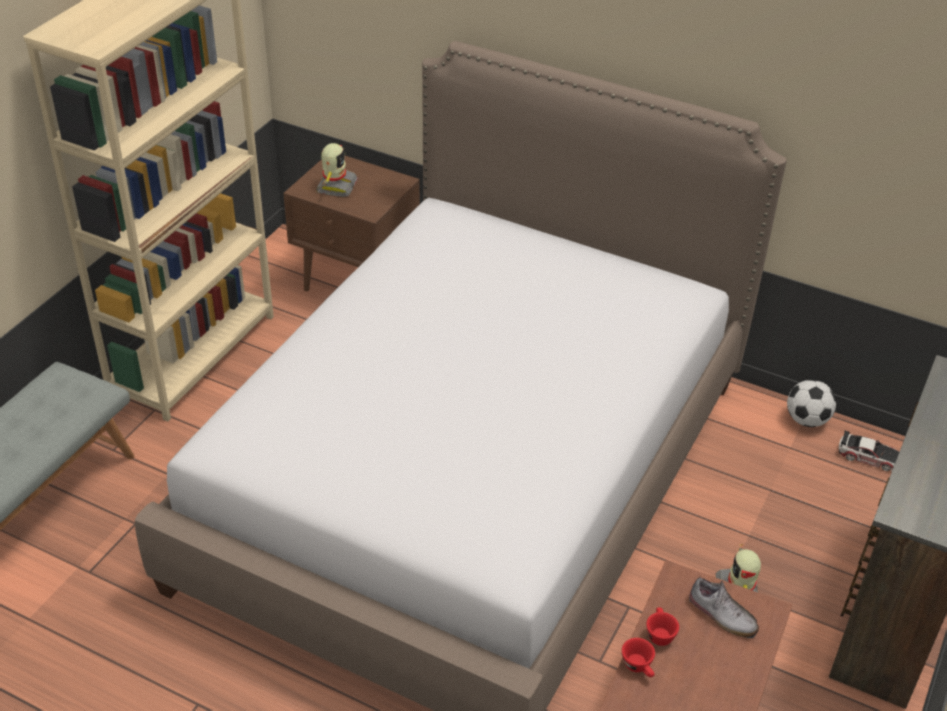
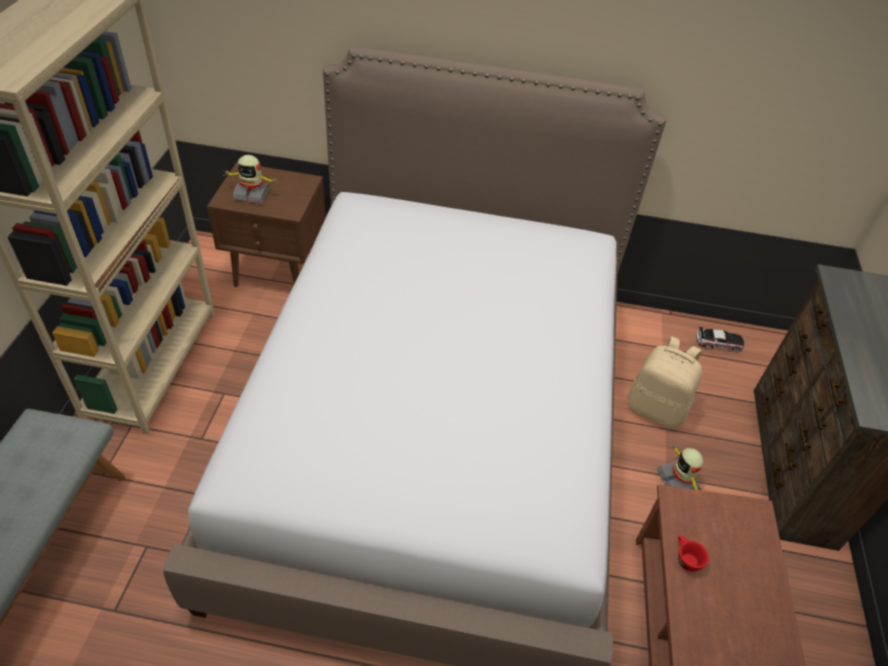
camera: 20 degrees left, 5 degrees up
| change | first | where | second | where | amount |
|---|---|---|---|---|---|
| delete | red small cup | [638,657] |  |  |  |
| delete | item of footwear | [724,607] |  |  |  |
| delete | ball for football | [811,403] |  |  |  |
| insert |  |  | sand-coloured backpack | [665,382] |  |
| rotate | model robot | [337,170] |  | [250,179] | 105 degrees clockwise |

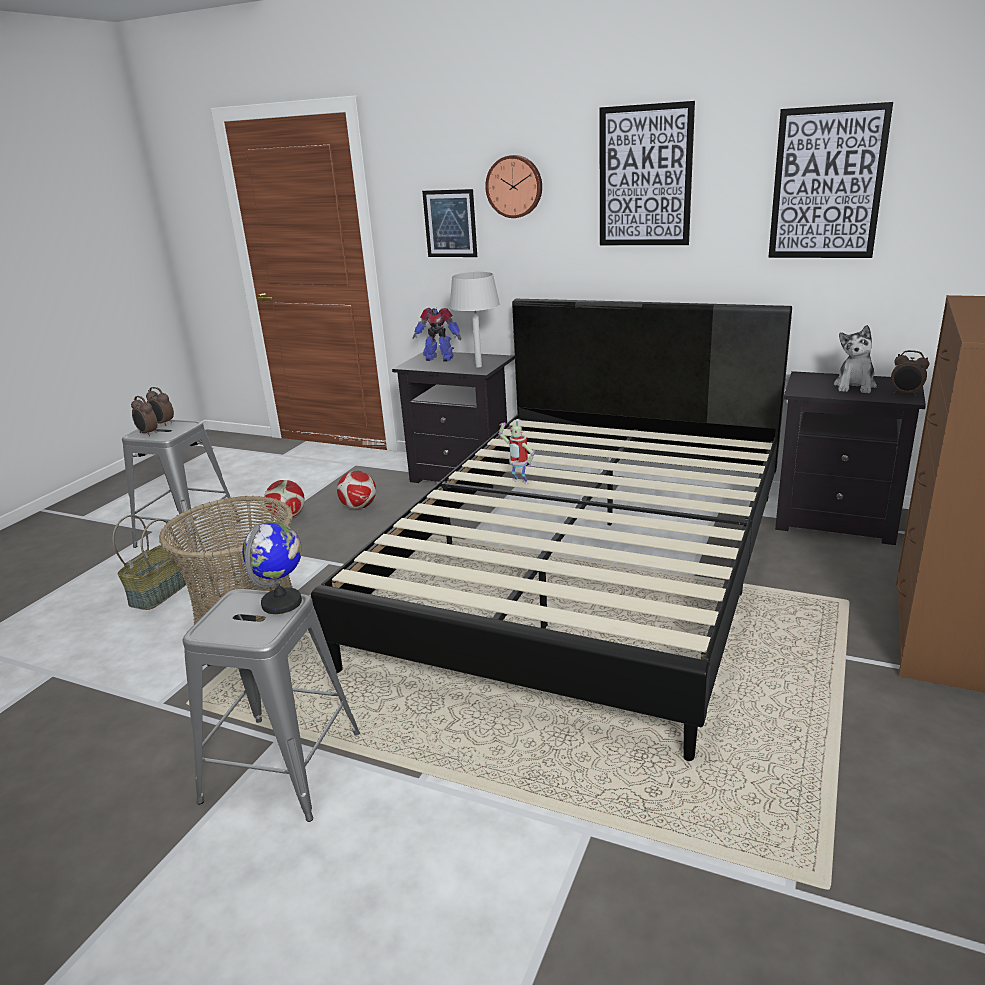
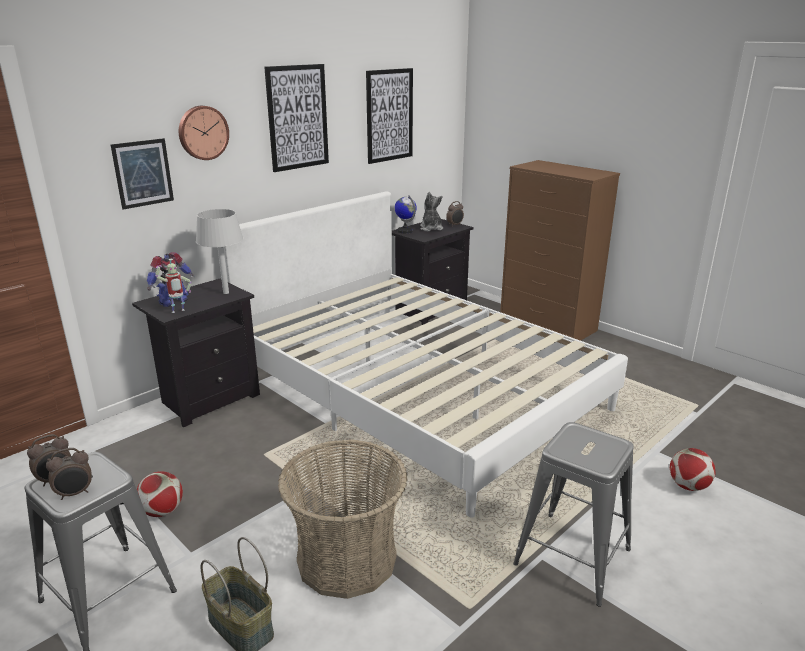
camera: 70 degrees left, 0 degrees up
| change | first | where | second | where | amount |
|---|---|---|---|---|---|
| move | desk globe | [272,568] |  | [406,215] |  |
| move | ball for football | [356,490] |  | [692,469] |  |
| move | model robot | [516,451] |  | [173,286] |  |
| recolor | black-coloured bedroom bed | [551,530] | white-coloured bedroom bed | [426,354] |  |
| rotate | plush toy | [855,359] |  | [431,211] | 150 degrees counterclockwise |

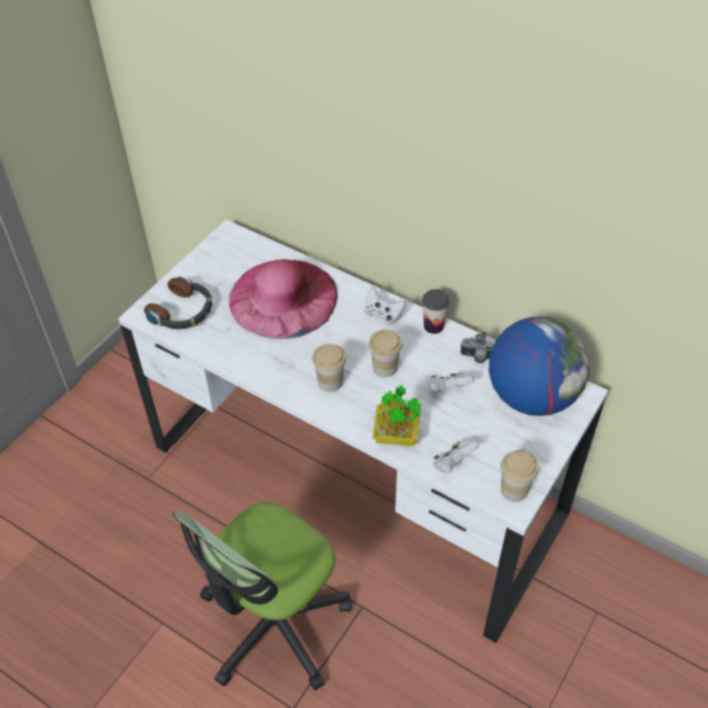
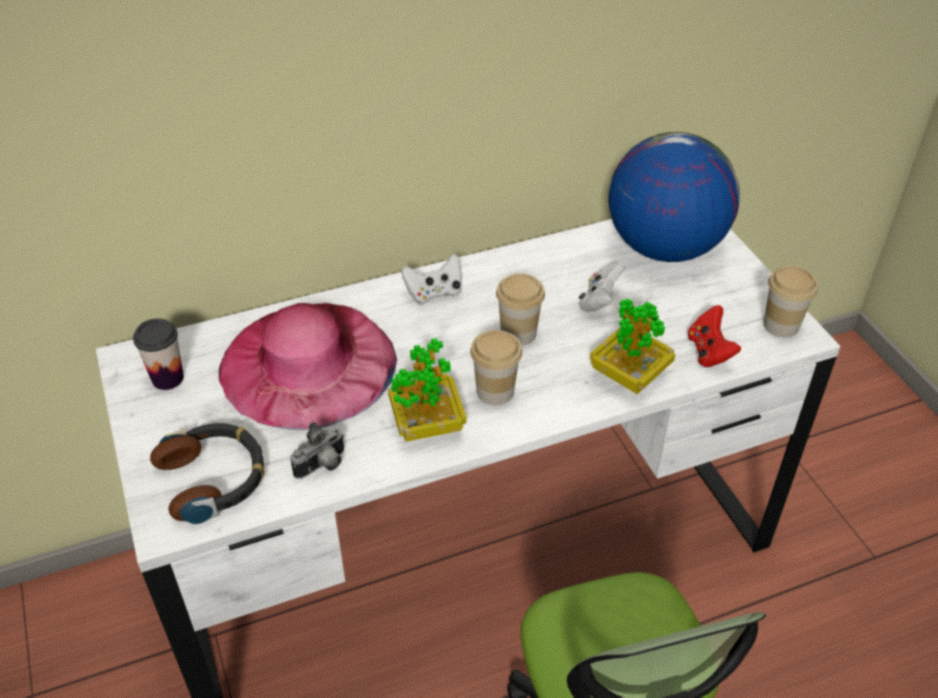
camera: 55 degrees left, 5 degrees down
| change | first | where | second | where | amount |
|---|---|---|---|---|---|
| insert |  |  | plant in a pot | [427,390] |  |
| move | small cup | [436,311] |  | [158,354] |  |
| move | still camera | [477,347] |  | [317,450] |  |
| recolor | white-coloured joypad | [456,456] | red joypad | [714,336] |  |

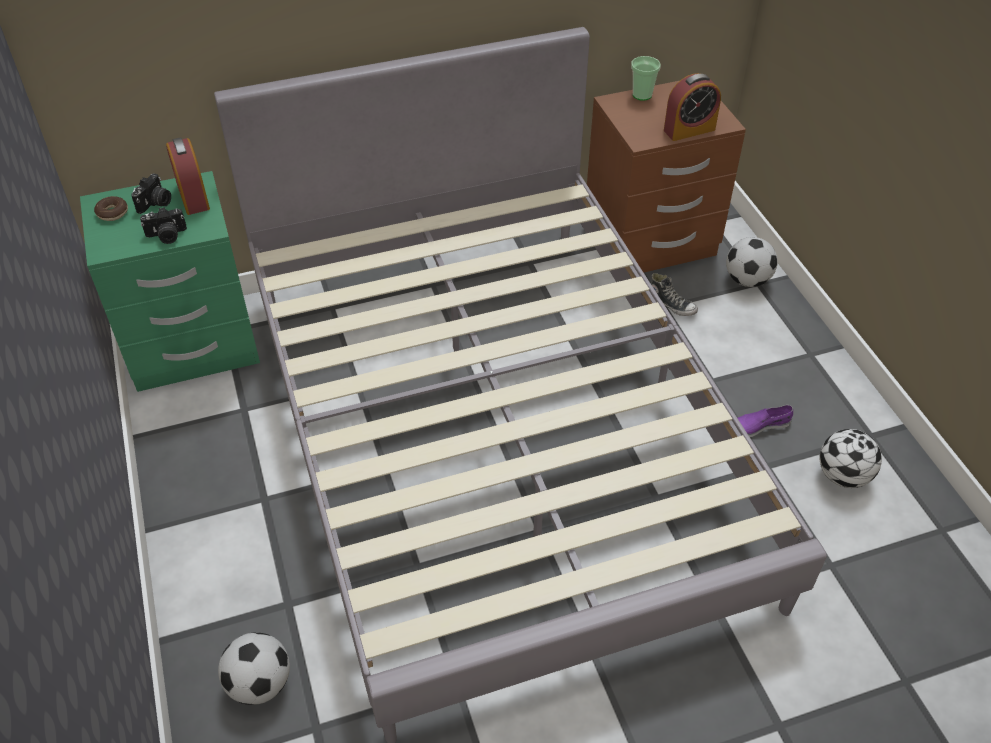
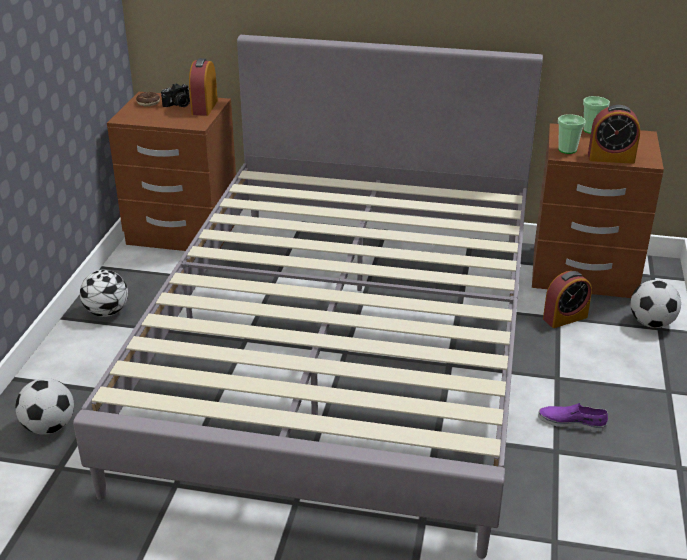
camera: 30 degrees right, 15 degrees down
| change | first | where | second | where | amount |
|---|---|---|---|---|---|
| delete | still camera | [163,225] |  |  |  |
| insert |  |  | small cup | [572,134] |  |
| move | ball for football | [851,458] |  | [104,293] |  |
| replace | item of footwear | [674,294] | bedside clock | [567,299] |  |
| recolor | green night table | [170,281] | brownish night table | [171,171] |  |

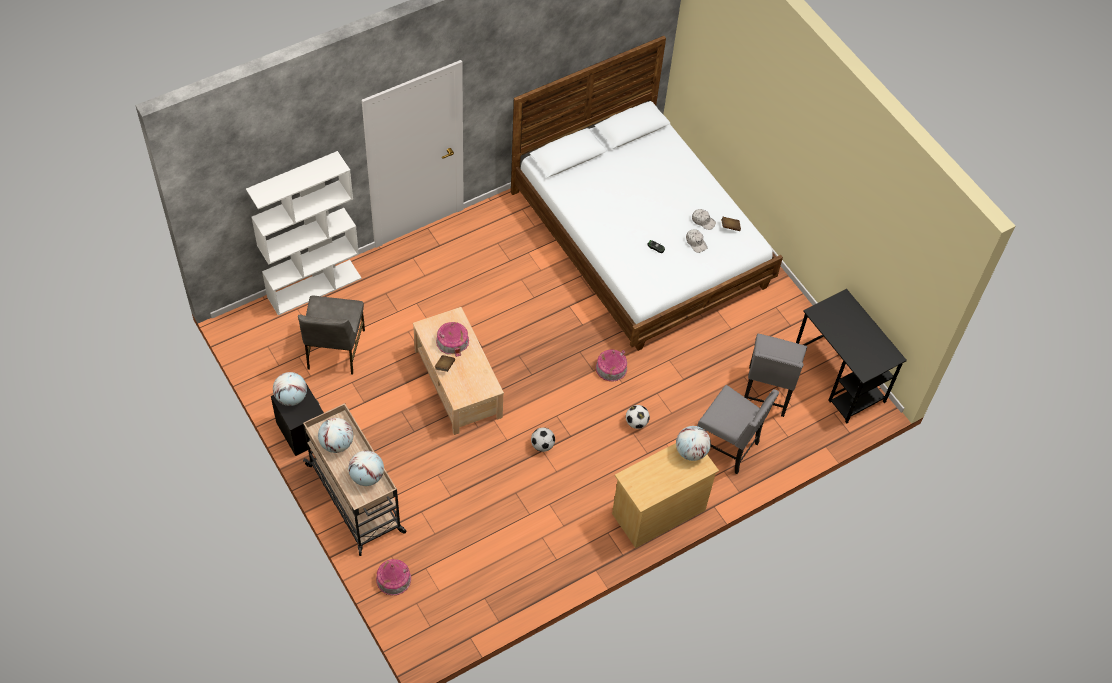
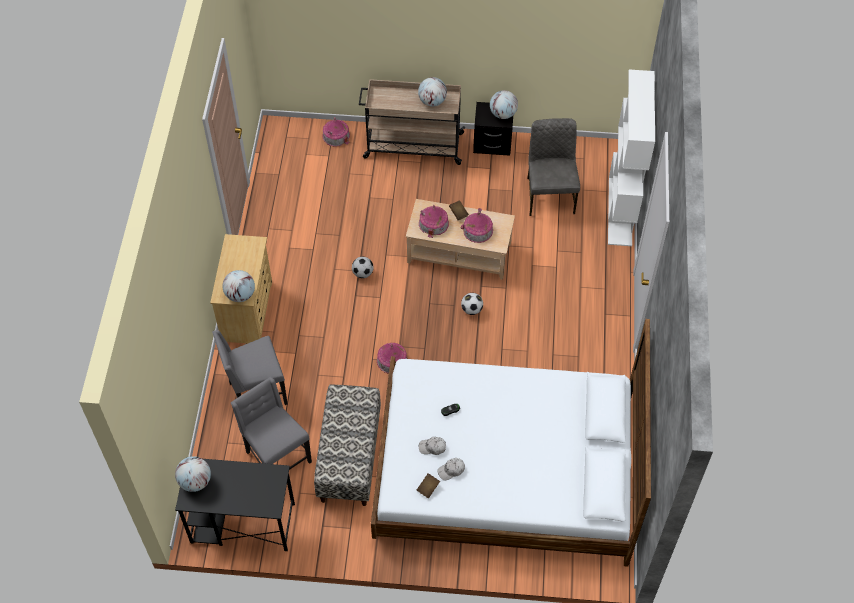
camera: 130 degrees right, 0 degrees up
| change | first | where | second | where | amount |
|---|---|---|---|---|---|
| insert |  |  | bench | [347,445] |  |
| insert |  |  | miniature house | [434,221] |  |
| move | desk globe | [366,468] |  | [193,474] |  |
| move | ball for football | [638,417] |  | [472,304] |  |
| rotate | grey chair | [331,335] |  | [553,167] | 45 degrees clockwise |

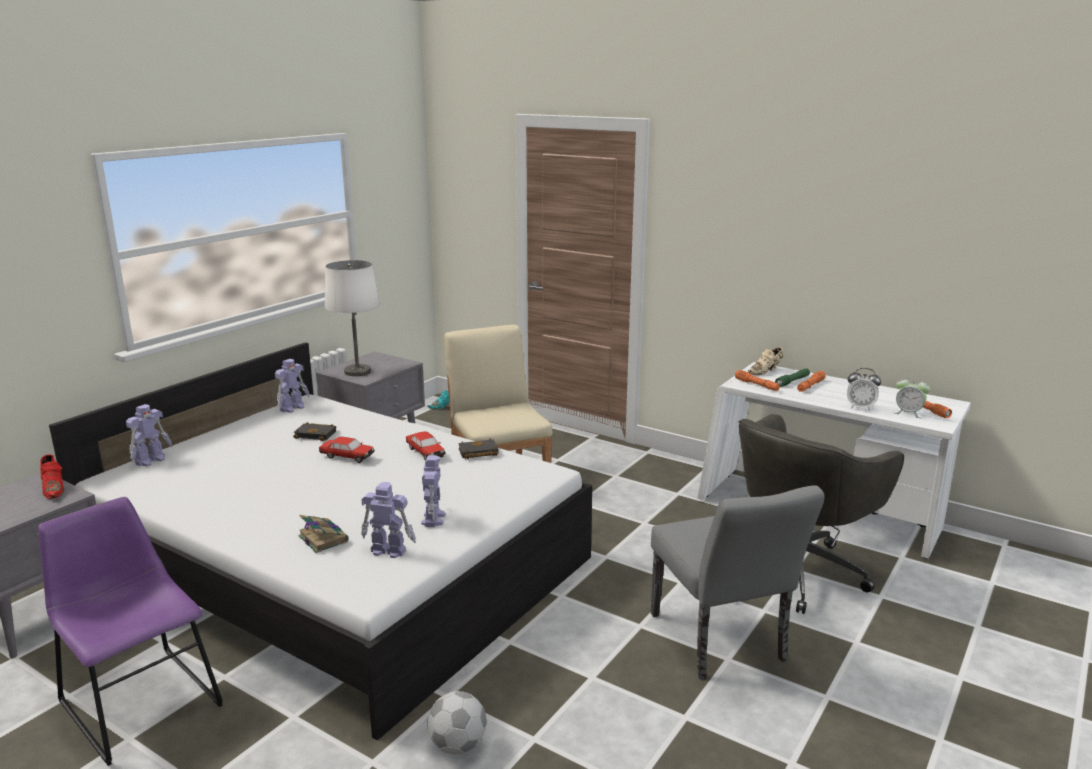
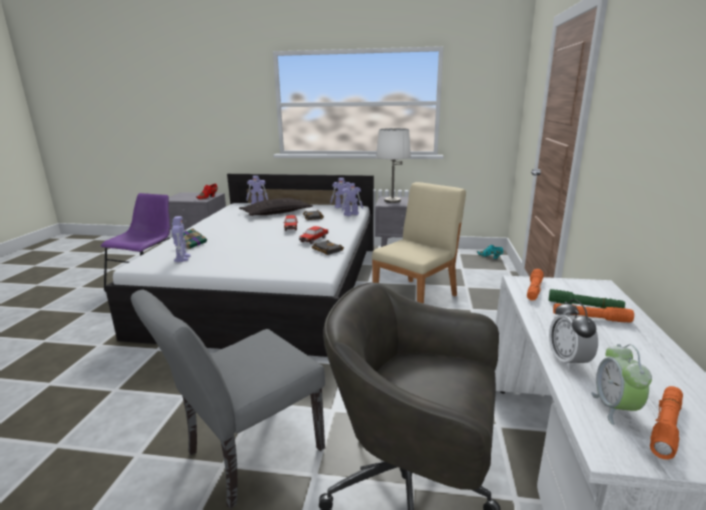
camera: 65 degrees right, 0 degrees up
| change | first | where | second | where | amount |
|---|---|---|---|---|---|
| delete | ball for football | [457,723] |  |  |  |
| delete | sand-coloured item of footwear | [765,361] |  |  |  |
| insert |  |  | throw pillow | [275,207] |  |
| move | model robot | [433,491] |  | [352,199] |  |

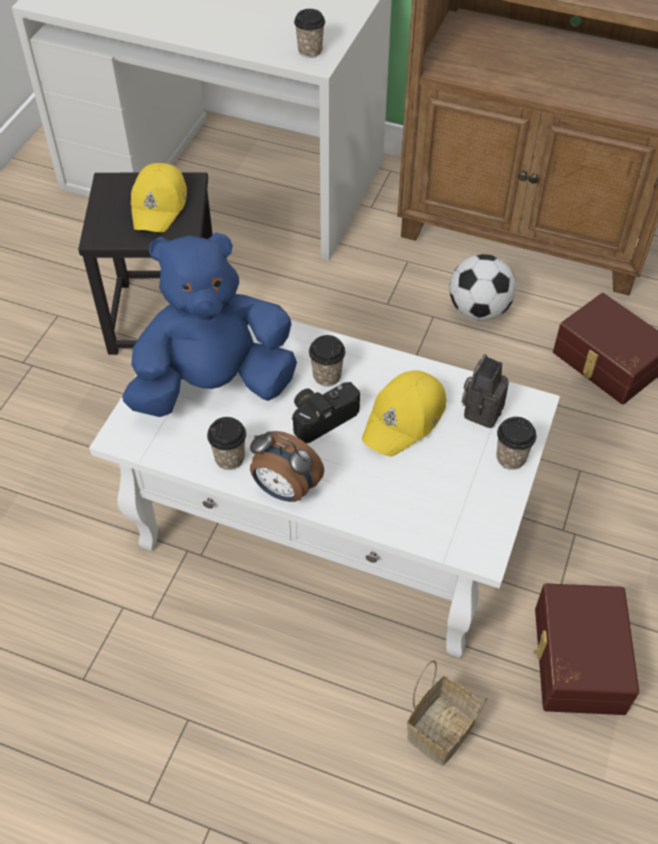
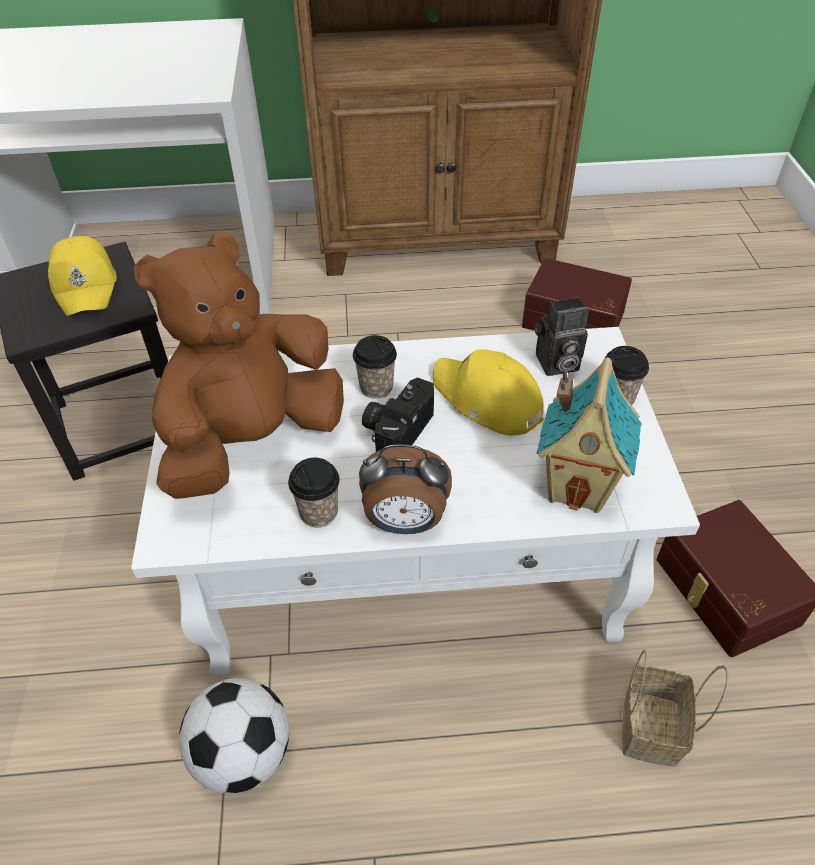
camera: 25 degrees left, 5 degrees down
| change | first | where | second | where | amount |
|---|---|---|---|---|---|
| delete | small cup | [309,33] |  |  |  |
| insert |  |  | miniature house | [589,435] |  |
| move | ball for football | [482,287] |  | [234,735] |  |
| recolor | blue-coloured plush toy | [209,324] | brownish plush toy | [239,366] |  |
| rotate | yellow baseball cap | [404,413] |  | [488,392] | 120 degrees clockwise |
| rotate | still camera | [485,391] |  | [562,336] | 105 degrees counterclockwise |

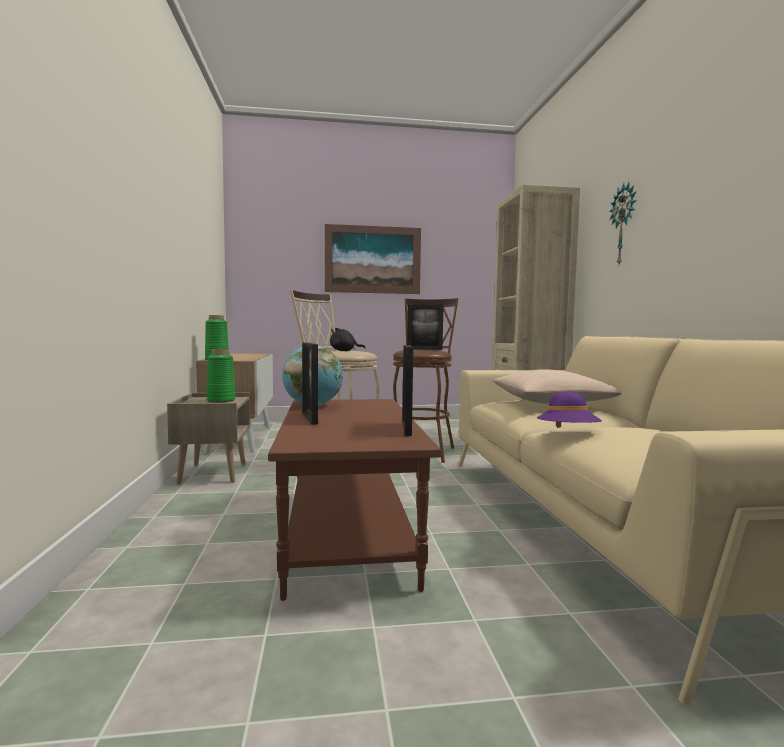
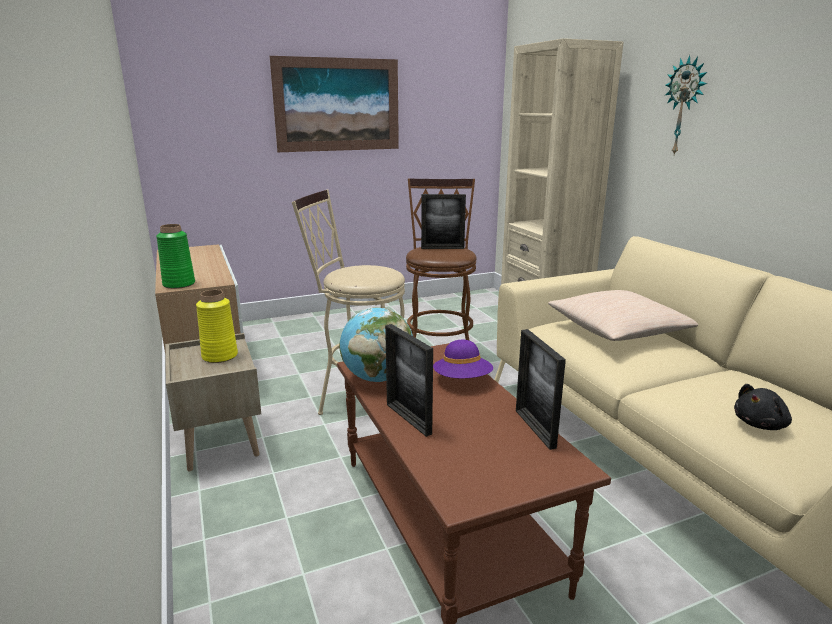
camera: 15 degrees left, 15 degrees up
| change | first | where | second | where | amount |
|---|---|---|---|---|---|
| move | black-coloured plush toy | [348,339] |  | [763,407] |  |
| move | purple clothing hat | [569,410] |  | [463,359] |  |
| recolor | green decorative vase | [221,376] | yellow decorative vase | [217,326] |  |

